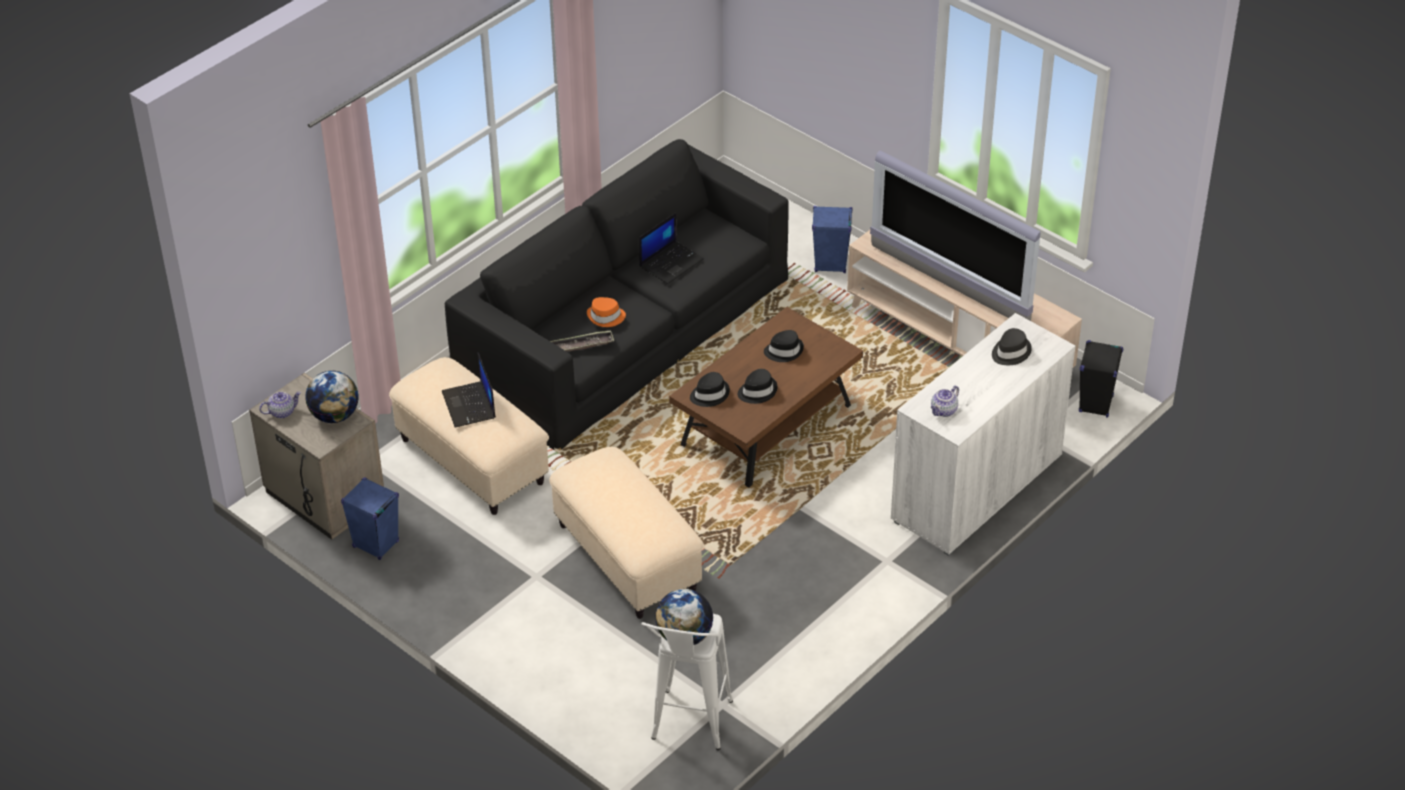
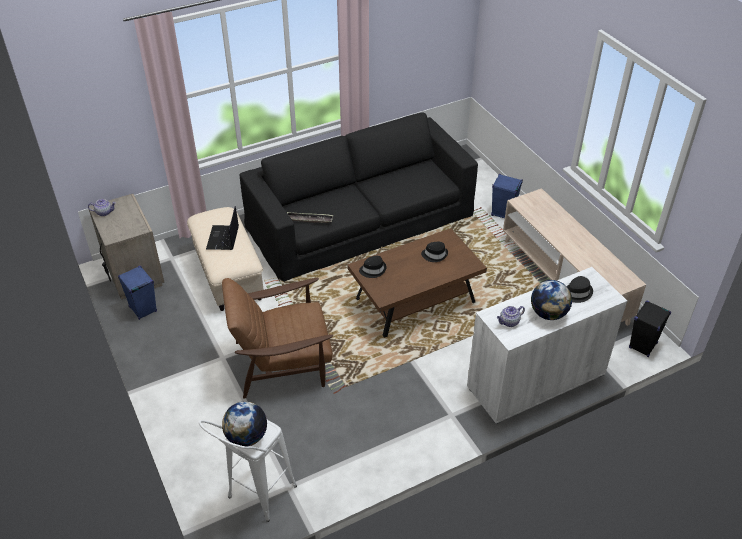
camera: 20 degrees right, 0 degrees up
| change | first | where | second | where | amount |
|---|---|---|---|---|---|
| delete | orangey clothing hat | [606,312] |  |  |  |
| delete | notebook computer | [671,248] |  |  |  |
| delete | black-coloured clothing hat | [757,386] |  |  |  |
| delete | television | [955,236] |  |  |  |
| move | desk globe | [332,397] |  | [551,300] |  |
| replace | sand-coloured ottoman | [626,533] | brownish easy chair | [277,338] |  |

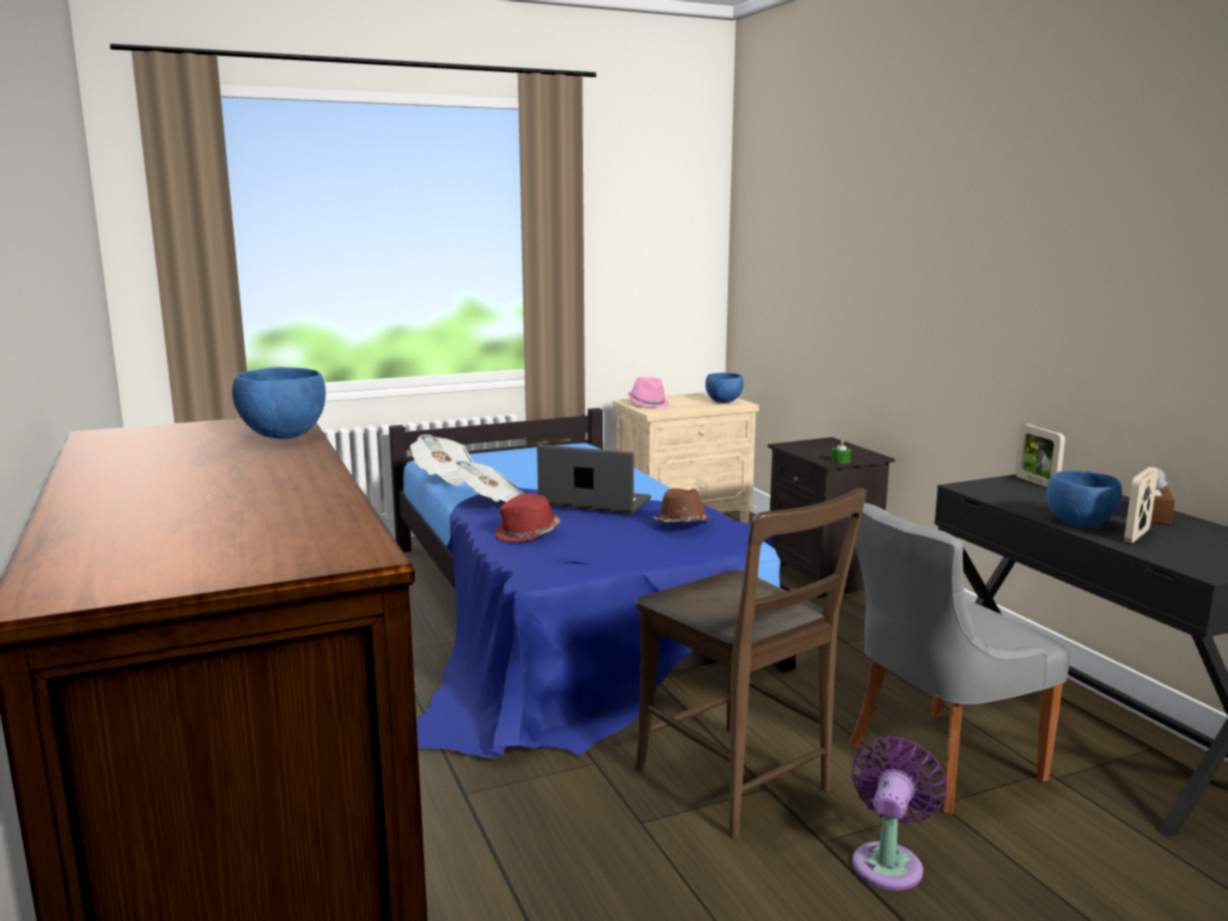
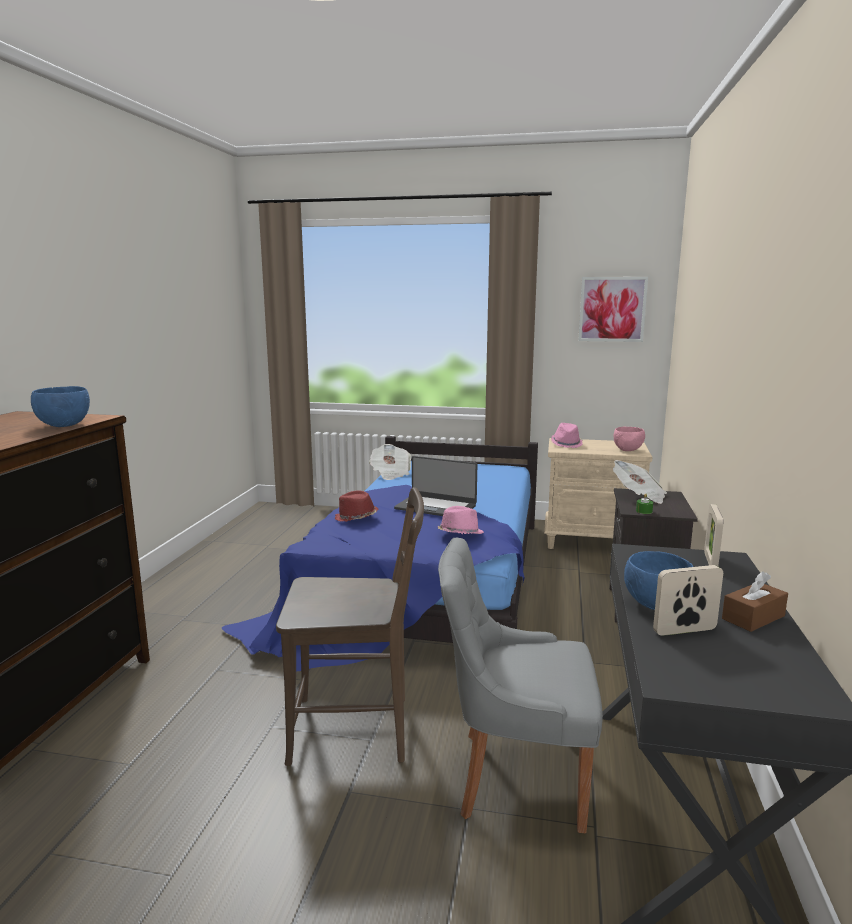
camera: 35 degrees right, 0 degrees up
| change | first | where | second | where | amount |
|---|---|---|---|---|---|
| delete | purple fan | [899,813] |  |  |  |
| insert |  |  | wall art | [613,309] |  |
| move | daily paper | [489,481] |  | [640,482] |  |
| recolor | brownish clothing hat | [682,505] | pink-coloured clothing hat | [461,520] |  |
| recolor | blue-coloured serving bowl | [724,388] | pink-coloured serving bowl | [629,439] |  |
| rotate | notebook computer | [594,479] |  | [435,486] | 150 degrees clockwise |
| rotate | brownish chair | [750,663] |  | [350,626] | 90 degrees counterclockwise |

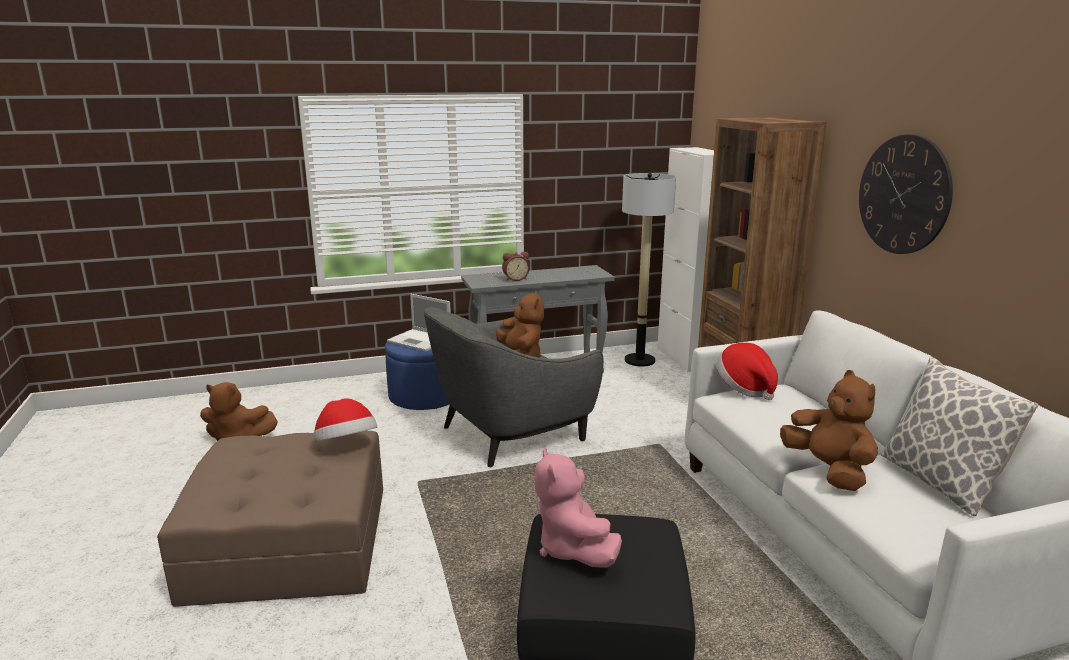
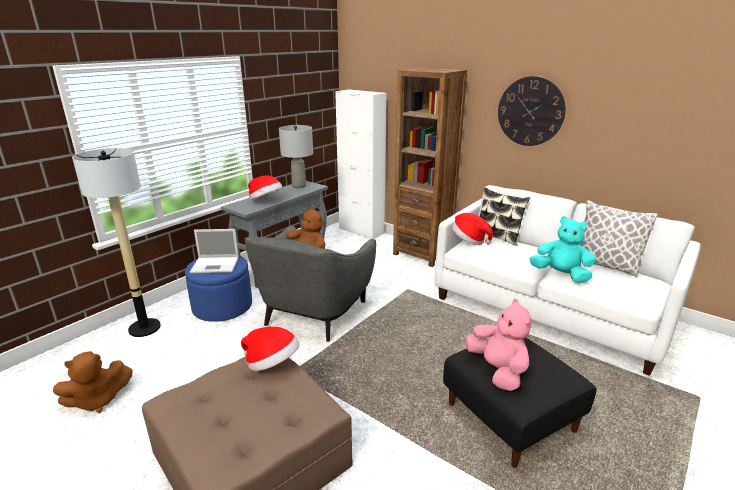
camera: 35 degrees left, 5 degrees up
| change | first | where | second | where | amount |
|---|---|---|---|---|---|
| insert |  |  | grey tabletop lamp | [296,156] |  |
| insert |  |  | throw pillow | [505,217] |  |
| move | standard lamp | [649,270] |  | [116,242] |  |
| replace | bedside clock | [516,266] | clothing hat | [265,188] |  |
| recolor | brownish plush toy | [829,430] | turquoise-coloured plush toy | [563,249] |  |
| rotate | pink-coloured plush toy | [578,508] |  | [498,345] | 150 degrees counterclockwise |

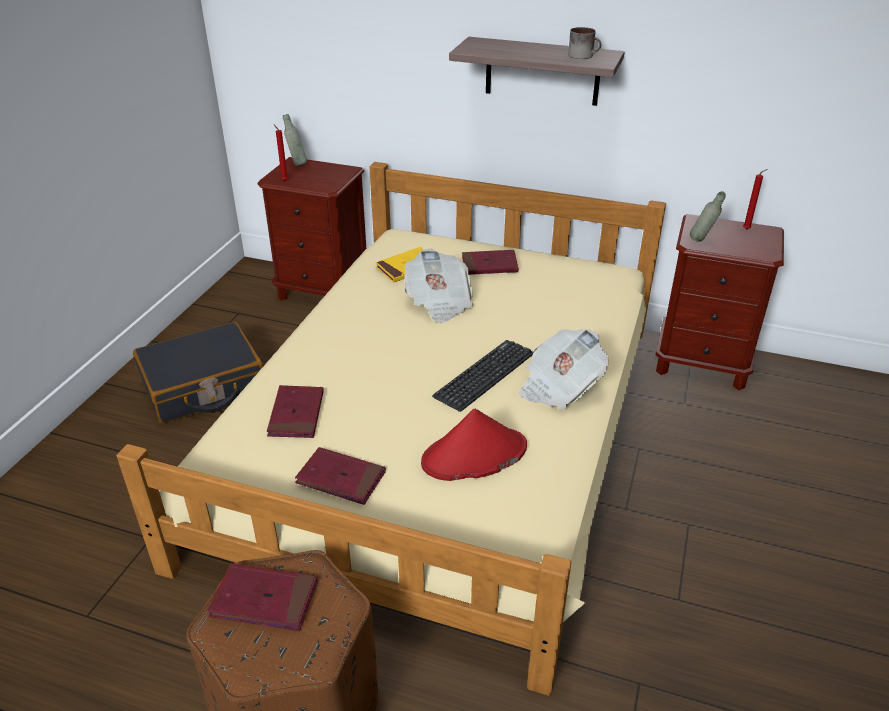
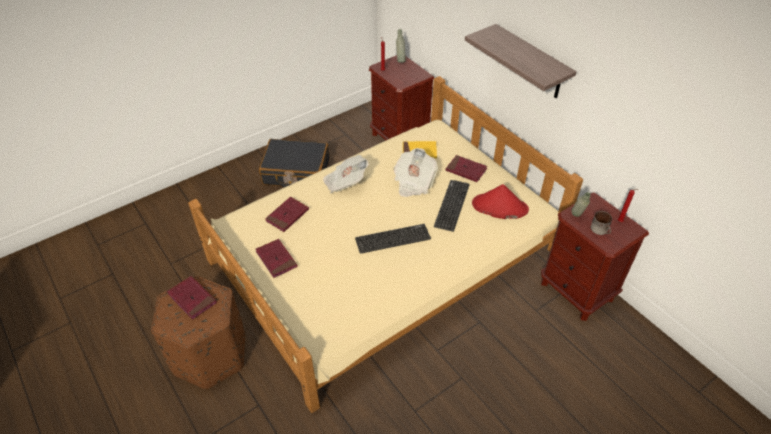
camera: 35 degrees right, 10 degrees up
| change | first | where | second | where | amount |
|---|---|---|---|---|---|
| insert |  |  | PC keyboard | [452,206] |  |
| move | red clothing hat | [474,444] |  | [500,201] |  |
| move | daily paper | [564,369] |  | [346,174] |  |
| move | tea mug | [584,43] |  | [601,223] |  |

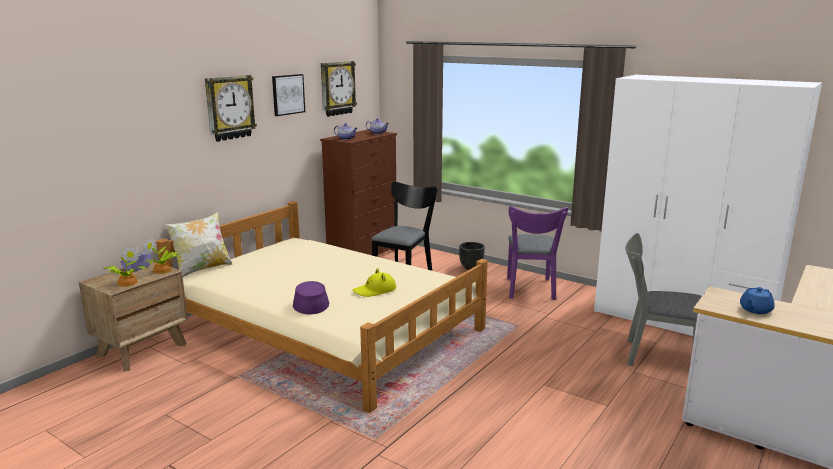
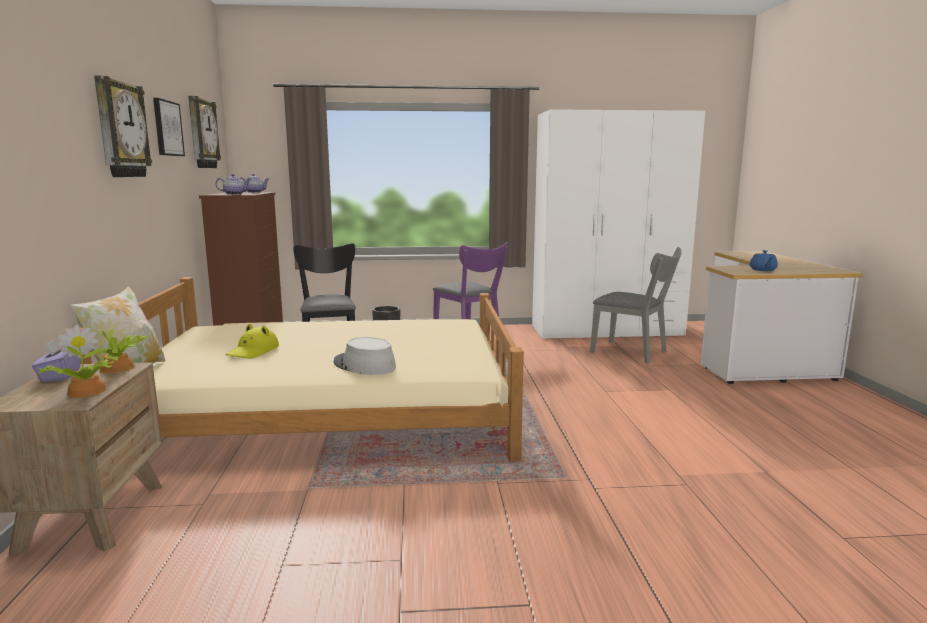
camera: 40 degrees left, 5 degrees down
| change | first | where | second | where | amount |
|---|---|---|---|---|---|
| move | yellow clothing hat | [374,282] |  | [252,341] |  |
| recolor | purple clothing hat | [311,298] | grey clothing hat | [365,356] |  |
| rotate | grey chair | [663,299] |  | [636,305] | 120 degrees counterclockwise |

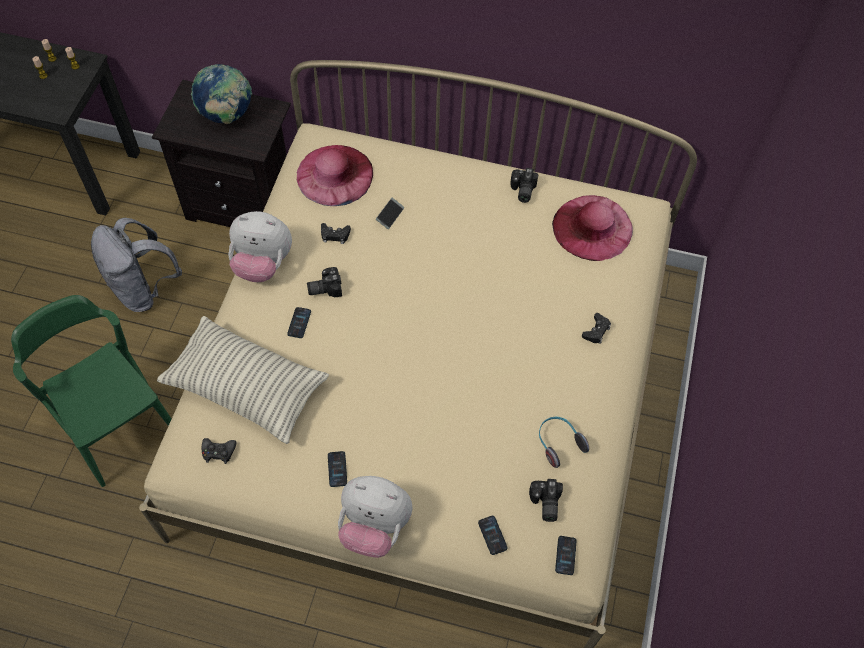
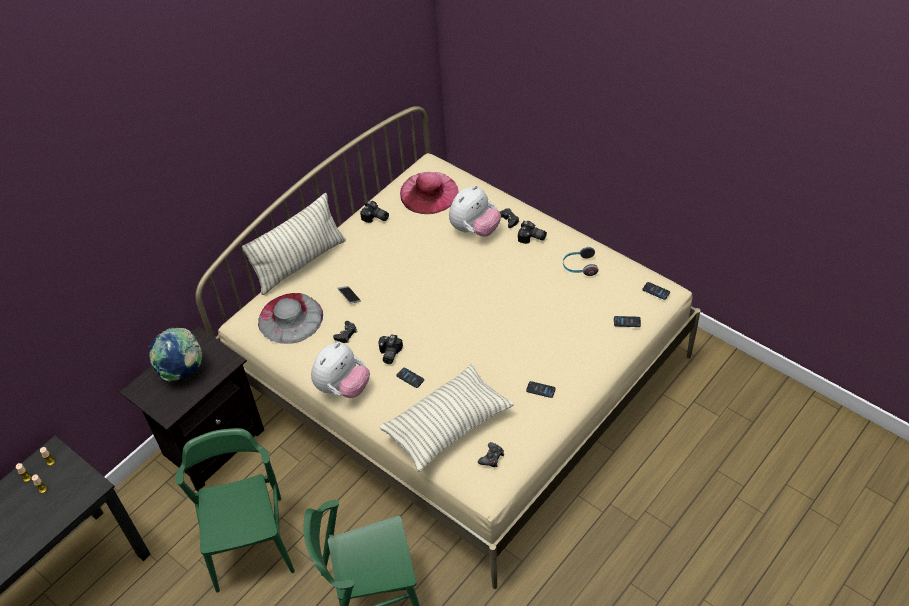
camera: 60 degrees left, 10 degrees down
| change | first | where | second | where | amount |
|---|---|---|---|---|---|
| insert |  |  | throw pillow | [294,244] |  |
| move | plush toy | [375,517] |  | [475,211] |  |
| move | still camera | [546,500] |  | [532,232] |  |
| replace | grey backpack | [136,265] | green chair | [235,510] |  |
| recolor | pink-coloured clothing hat | [334,175] | grey clothing hat | [290,318] |  |

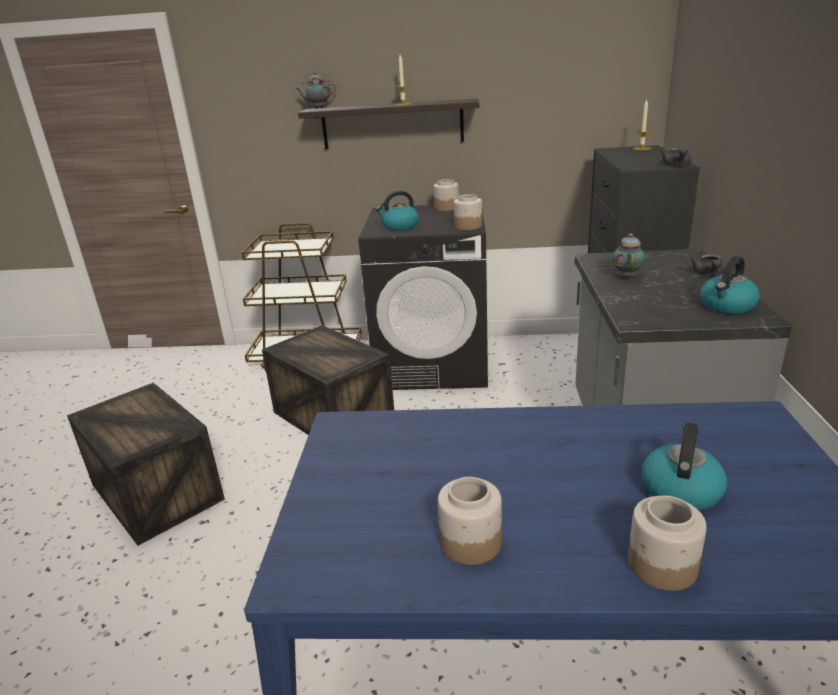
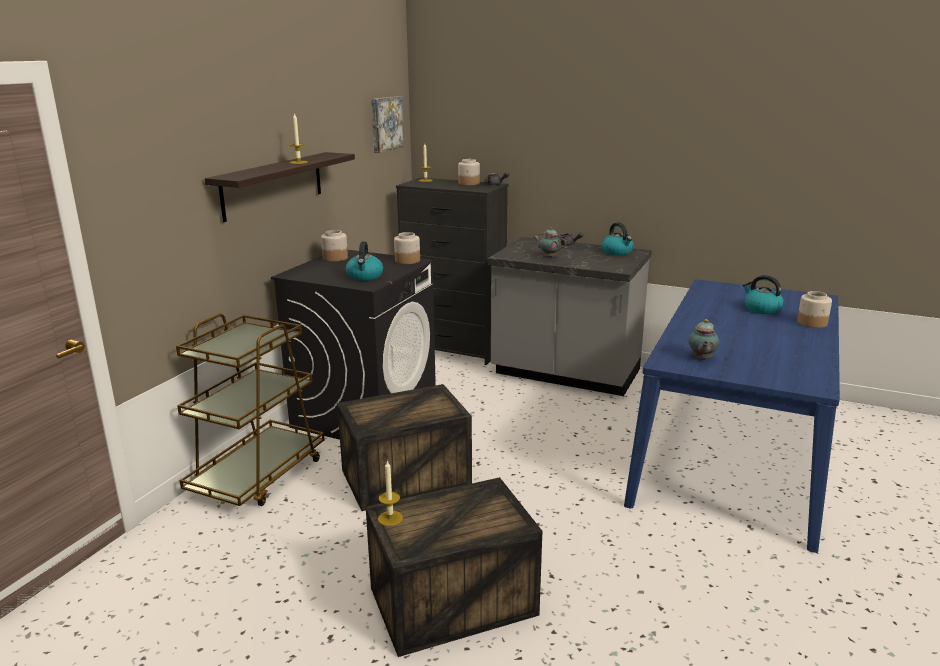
camera: 70 degrees left, 5 degrees down
| change | first | where | second | where | amount |
|---|---|---|---|---|---|
| insert |  |  | wall art | [387,124] |  |
| insert |  |  | wax light | [390,493] |  |
| move | pot for tea | [315,90] |  | [704,339] |  |
| move | storage jar | [470,521] |  | [469,172] |  |

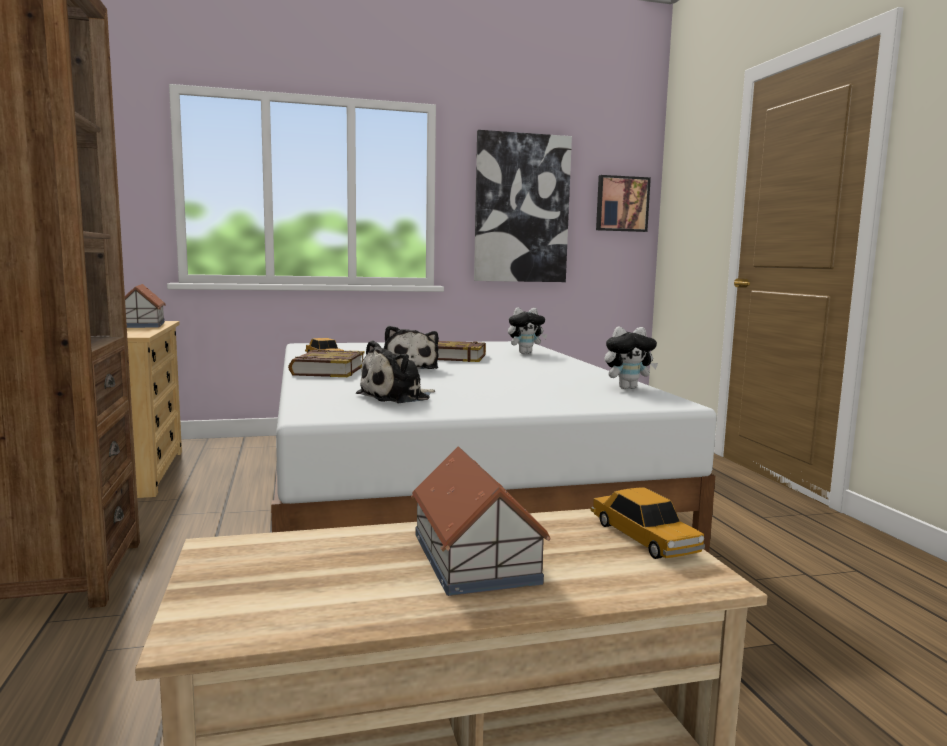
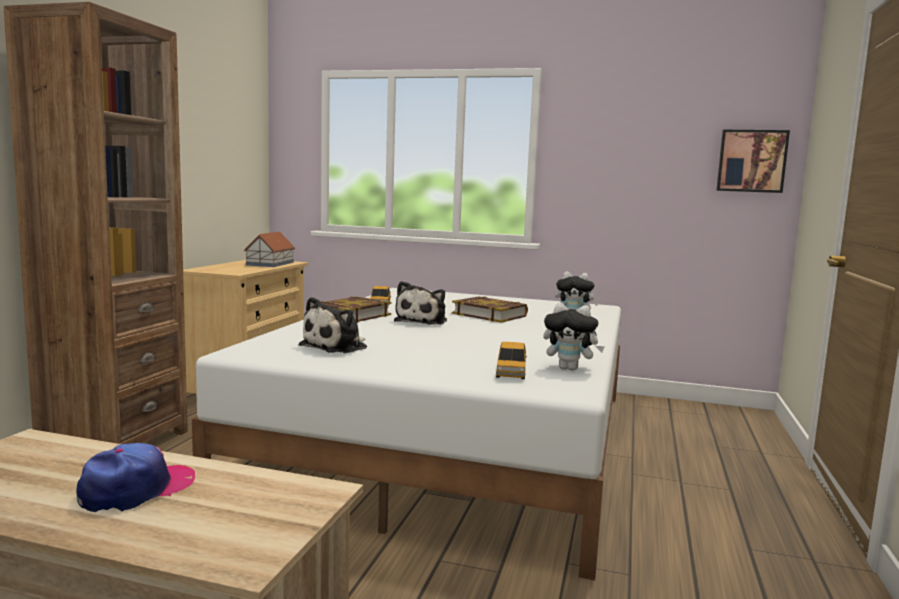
camera: 30 degrees right, 0 degrees up
| change | first | where | second | where | amount |
|---|---|---|---|---|---|
| delete | wall art | [523,206] |  |  |  |
| move | miniature car | [647,523] |  | [511,360] |  |
| replace | miniature house | [481,521] | baseball cap | [135,477] |  |
| rotate | plush toy | [395,372] |  | [333,325] | 45 degrees counterclockwise |

